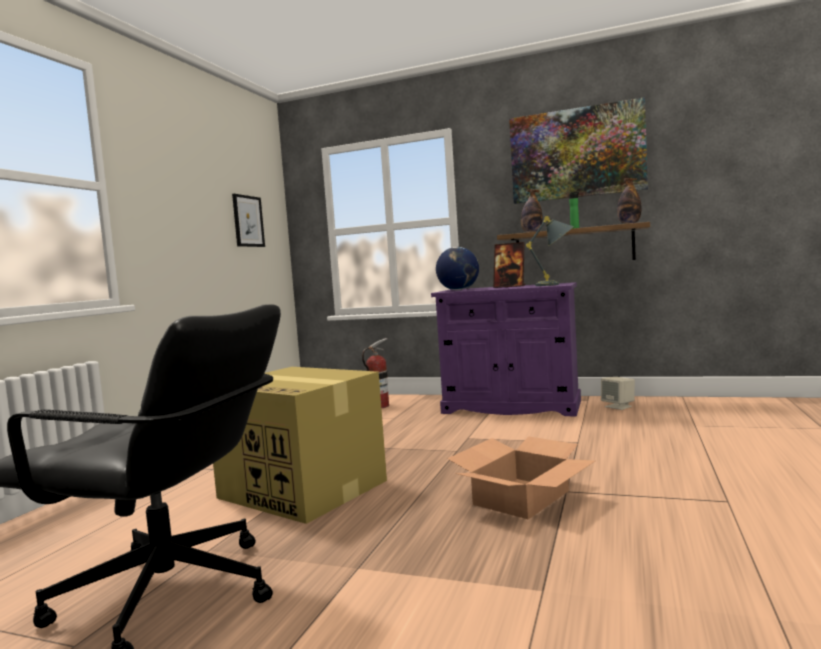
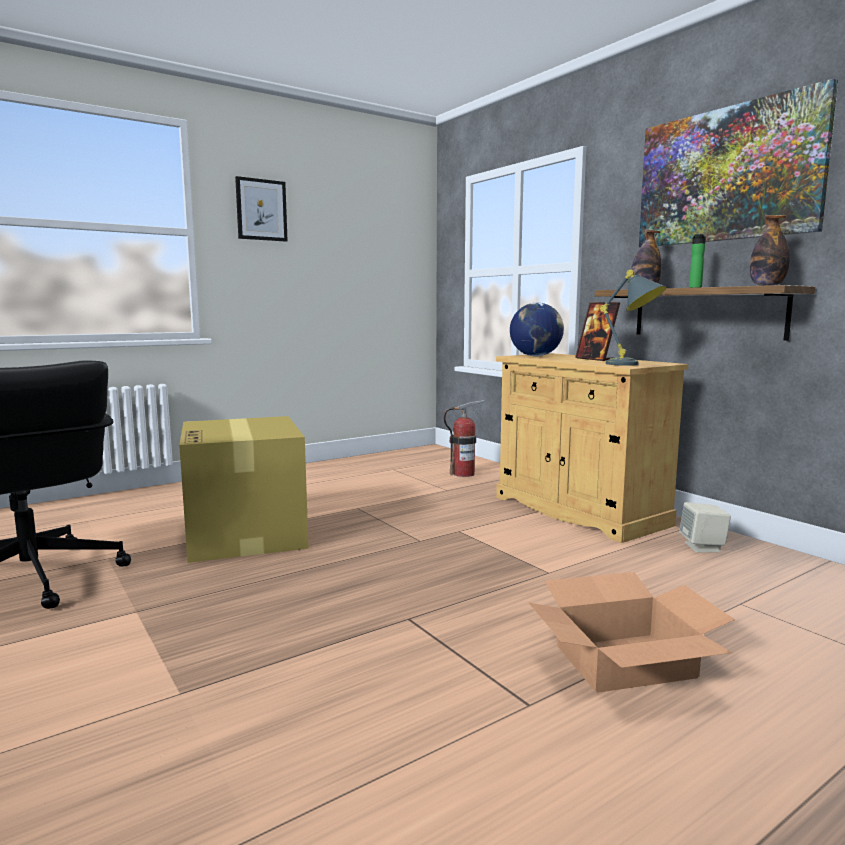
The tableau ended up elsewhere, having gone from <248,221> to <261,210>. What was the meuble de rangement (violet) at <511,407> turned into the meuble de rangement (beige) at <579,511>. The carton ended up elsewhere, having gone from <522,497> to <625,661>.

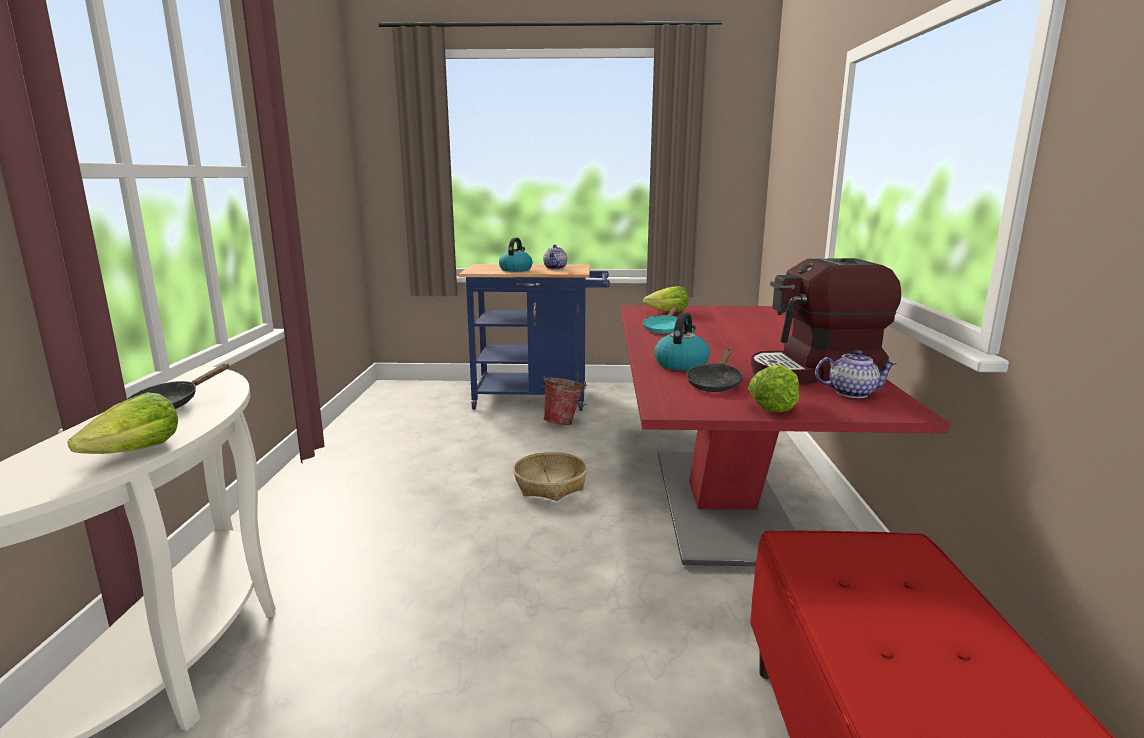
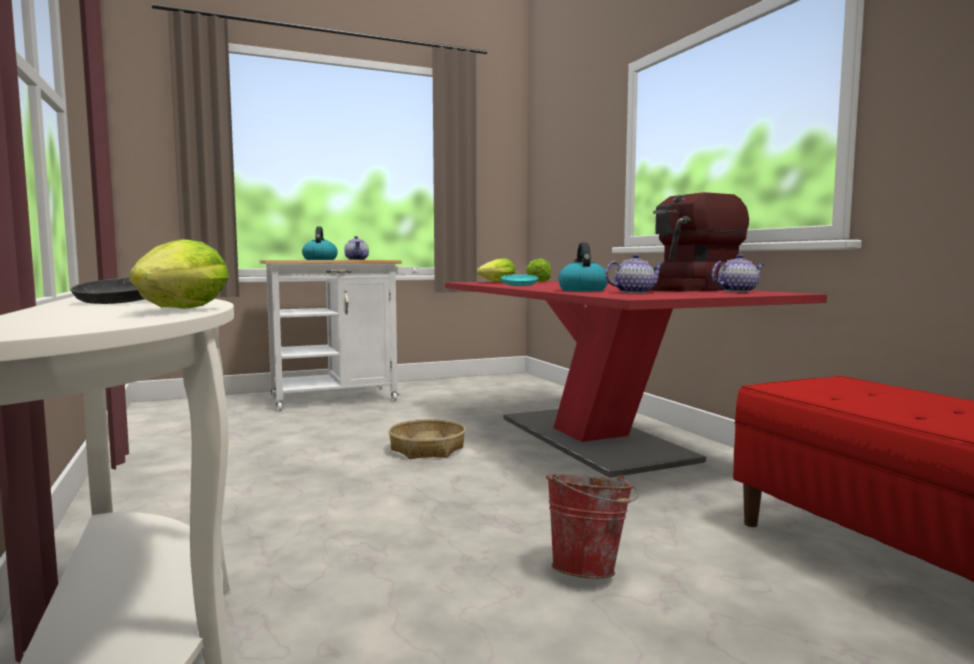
What was the chariot (bleu) at <539,399> turned into the chariot (blanc) at <342,398>. The laitue ended up elsewhere, having gone from <774,405> to <538,281>. The seau ended up elsewhere, having gone from <564,422> to <589,569>. Where the poêle (noir) stood at <714,383>, the théière came to stand at <634,292>.

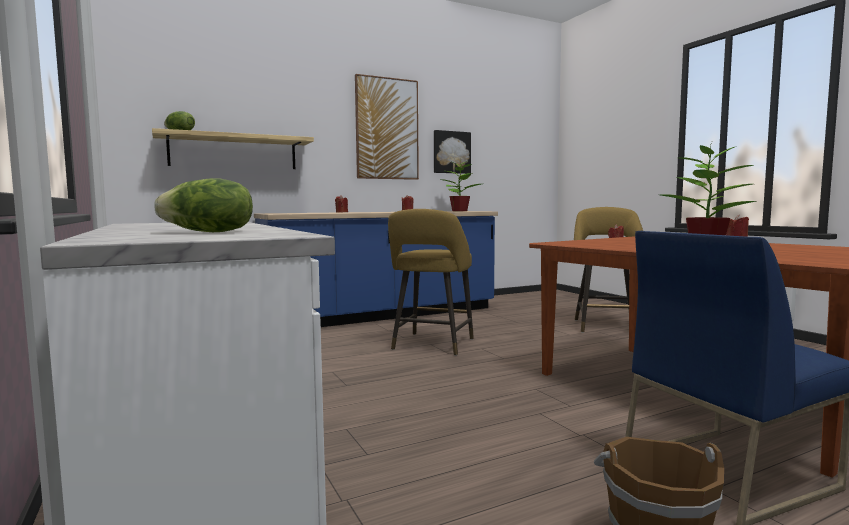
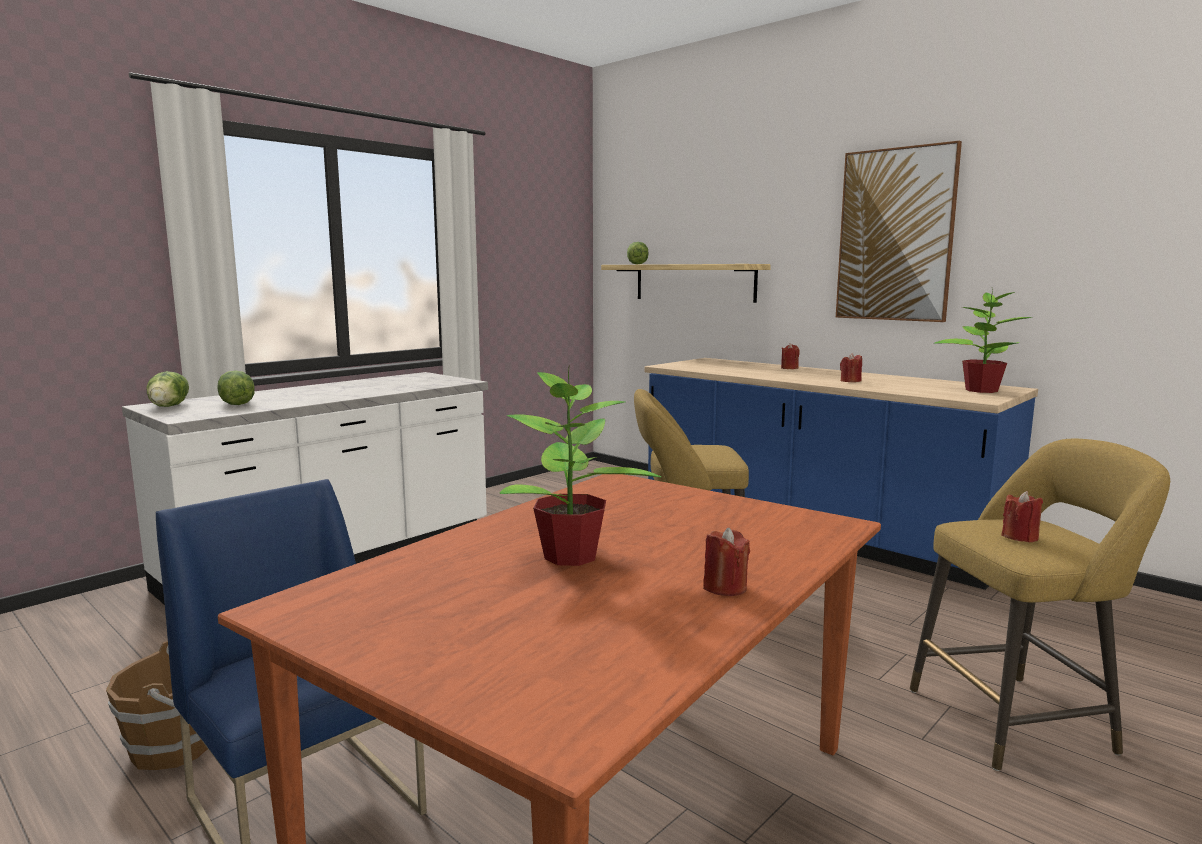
The second view gained the laitue at <169,406>. The second view lost the tableau at <451,152>.

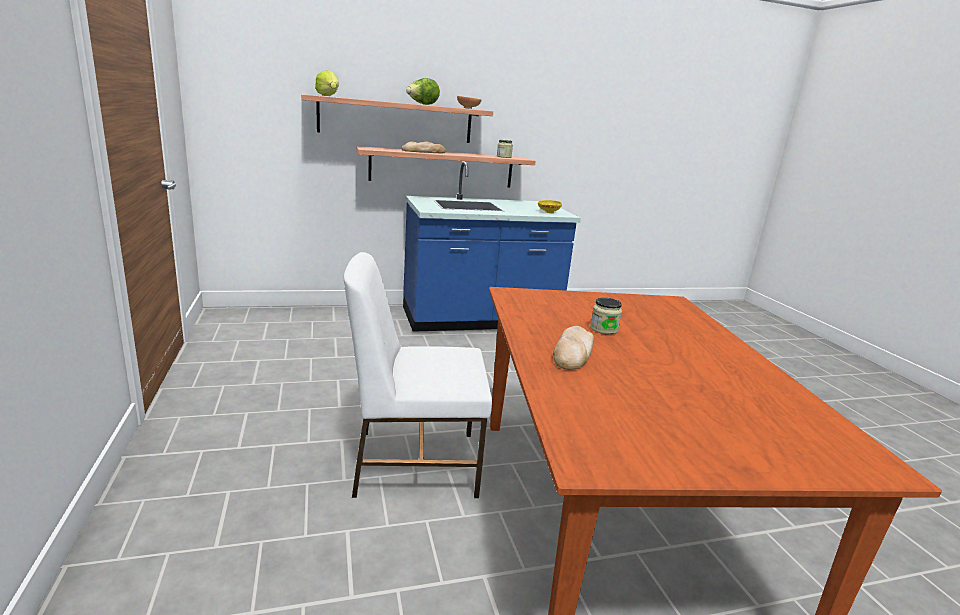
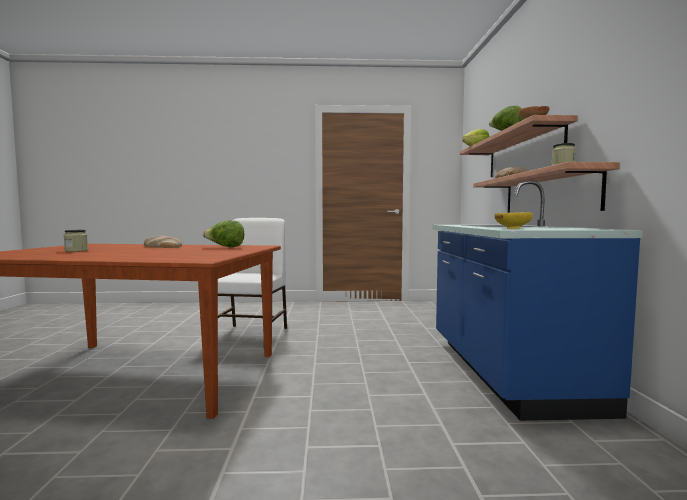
The bocal ended up elsewhere, having gone from <604,329> to <76,250>. The second view gained the laitue at <225,247>.

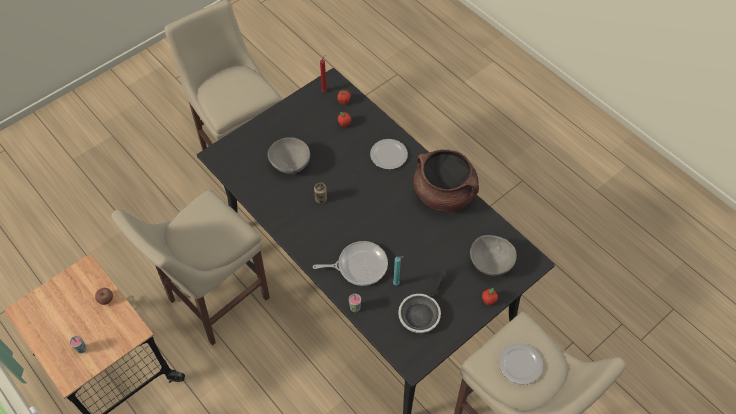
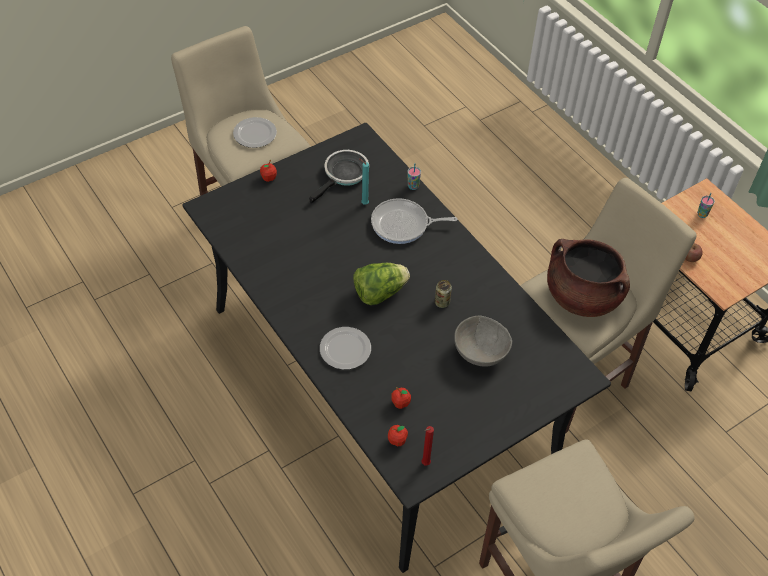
The second view gained the laitue at <379,293>. The marmite (marron) ended up elsewhere, having gone from <444,193> to <582,297>. The second view lost the bol (gris) at <490,263>.

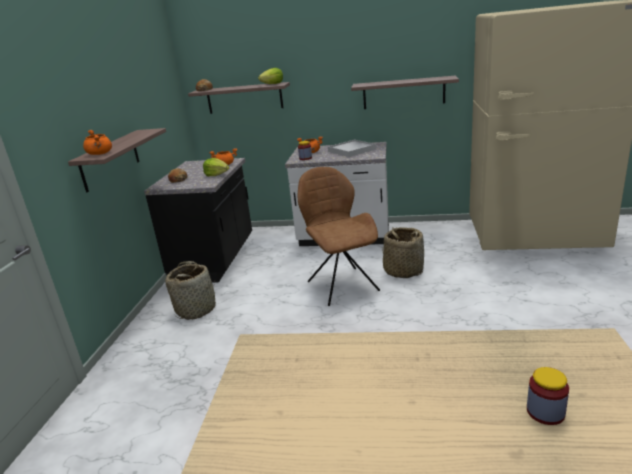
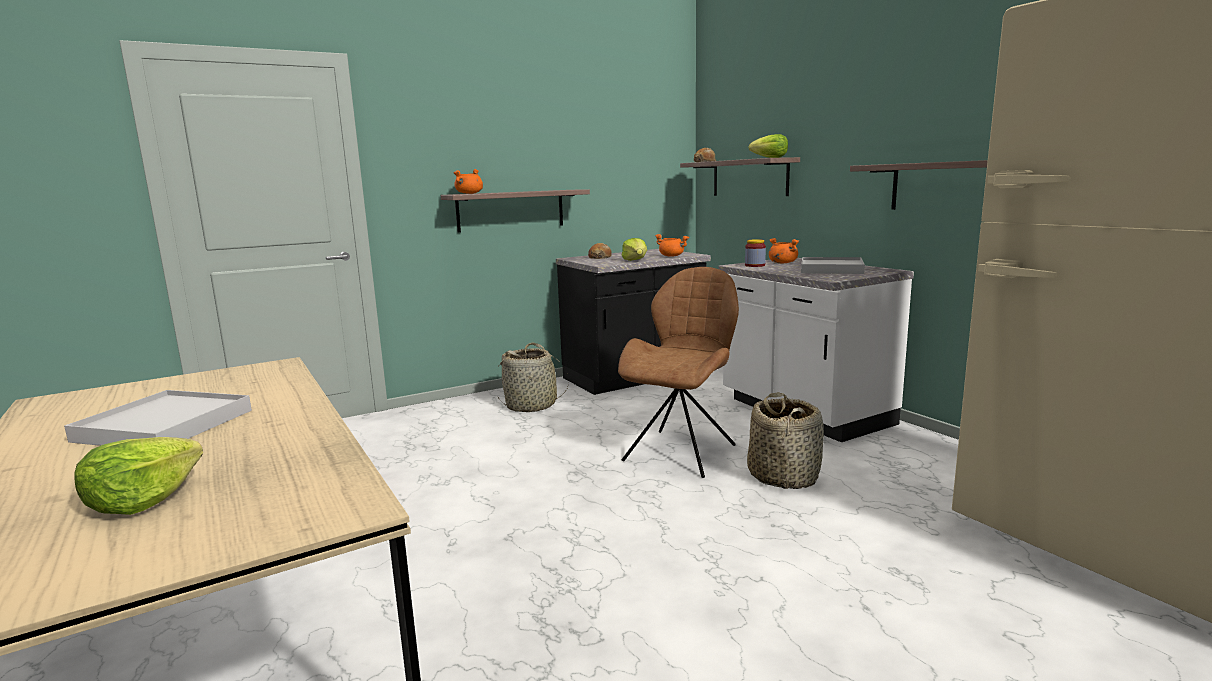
The second view gained the plateau (blanc) at <165,426>. Where the bocal stood at <545,412>, the laitue came to stand at <143,500>.

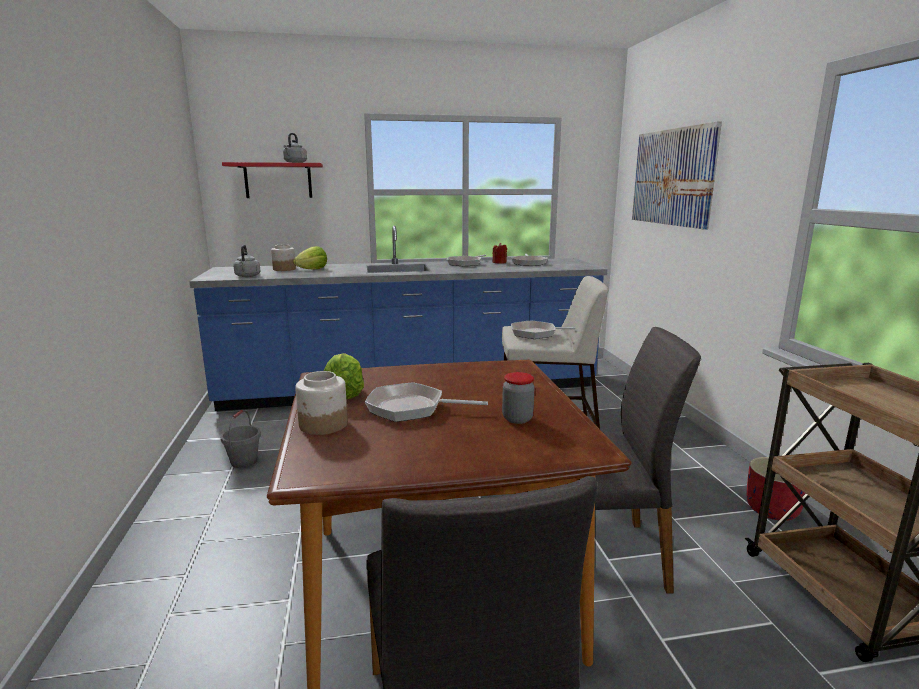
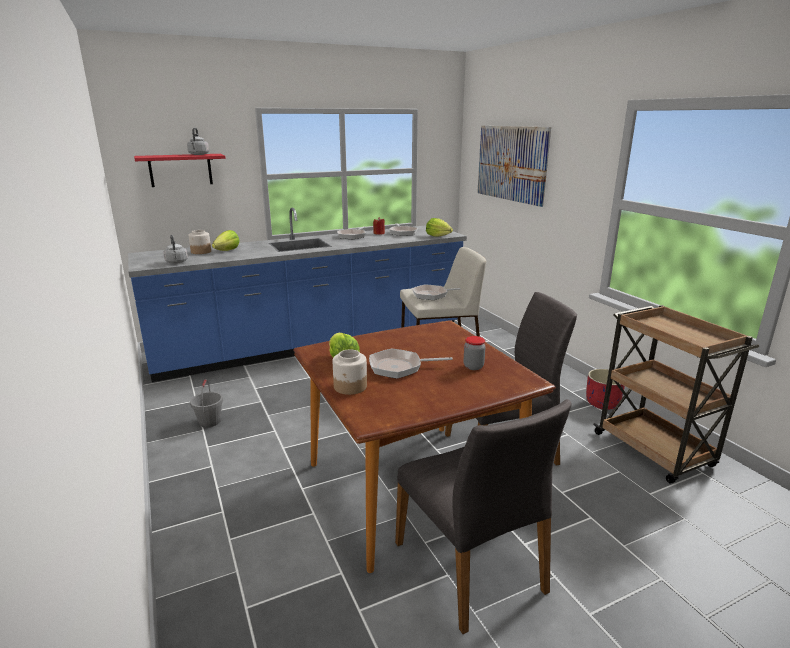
The second view gained the laitue at <438,236>.

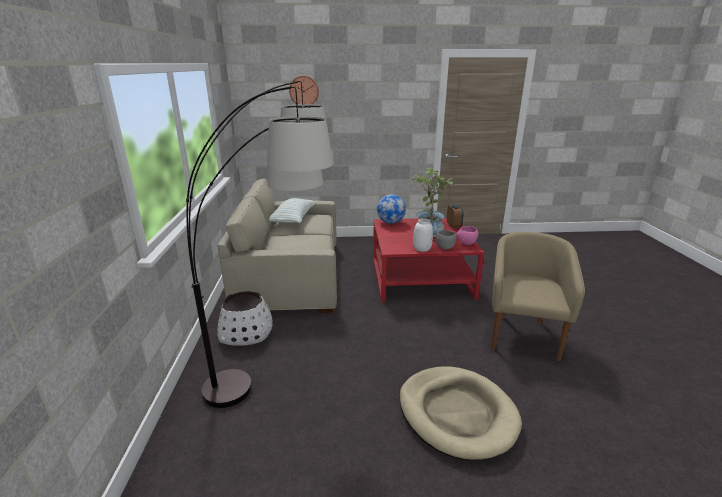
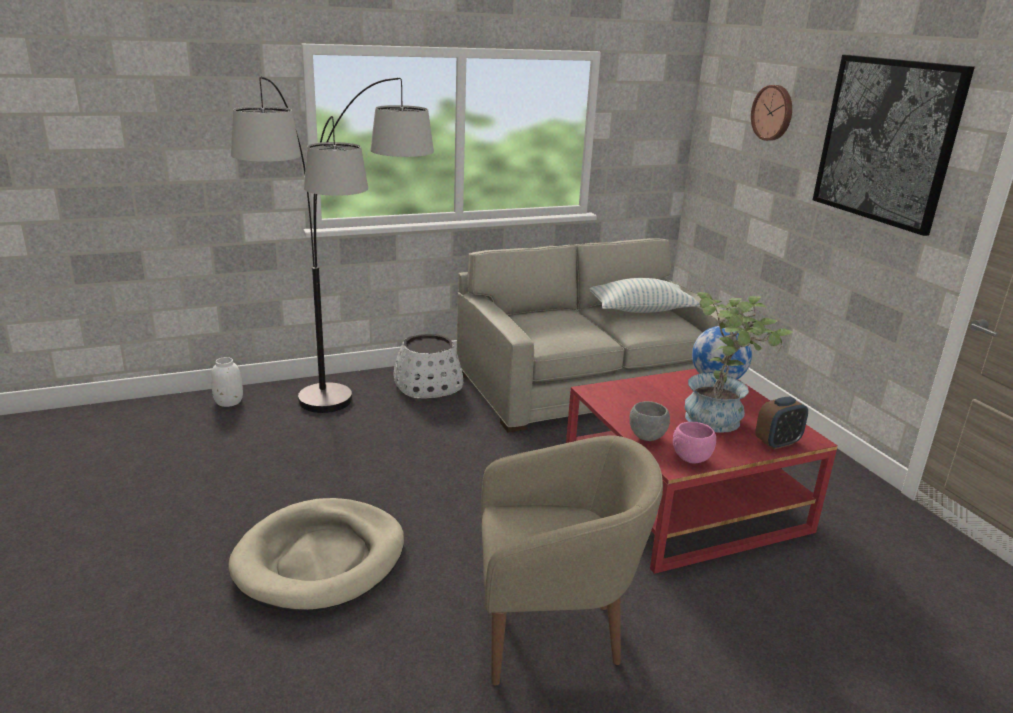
The vase (blanc) ended up elsewhere, having gone from <421,248> to <229,401>. The second view gained the tableau at <886,141>.

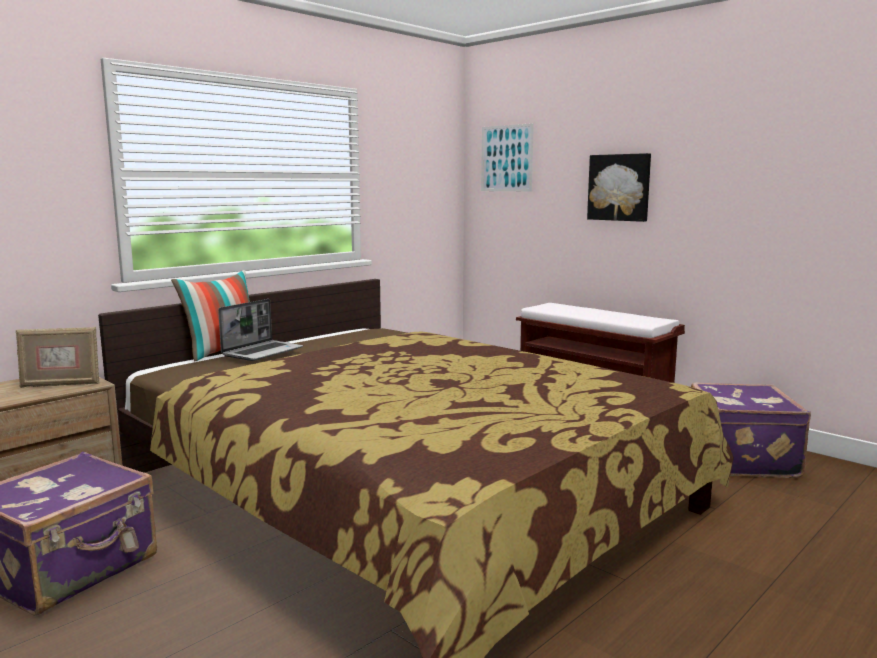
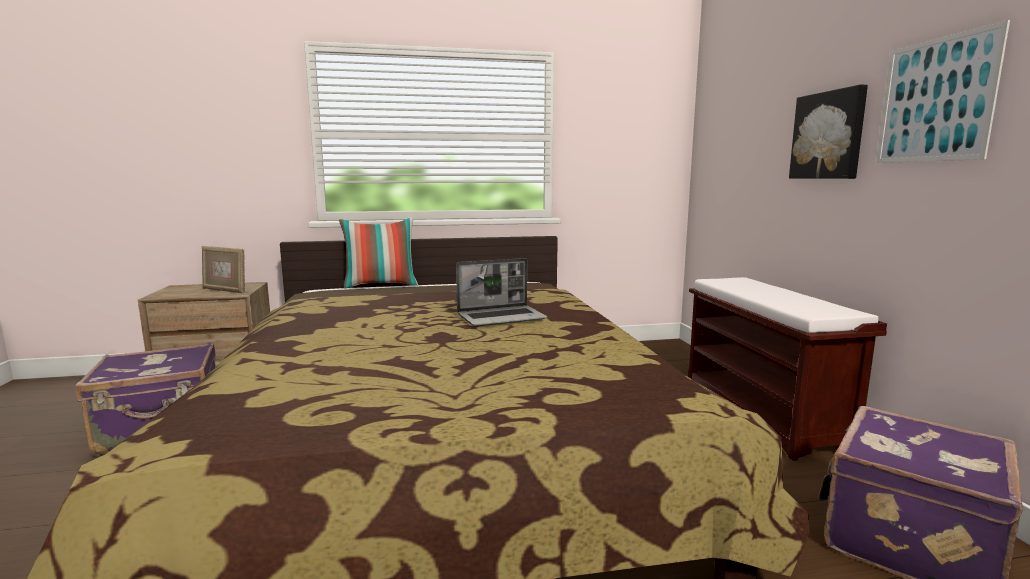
The ordinateur portable ended up elsewhere, having gone from <263,352> to <502,317>. The tableau ended up elsewhere, having gone from <506,158> to <935,100>.

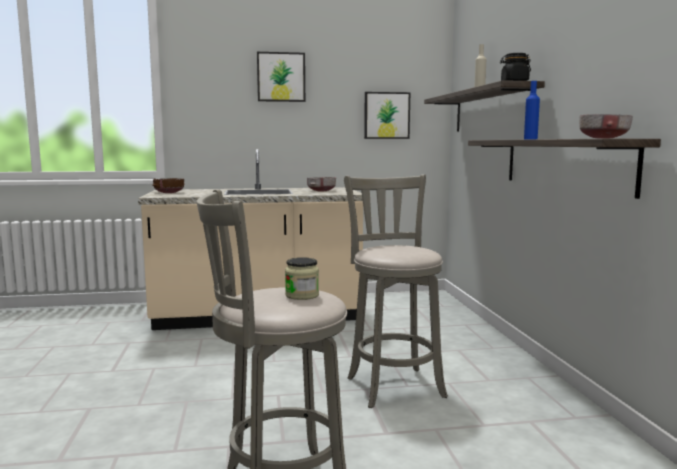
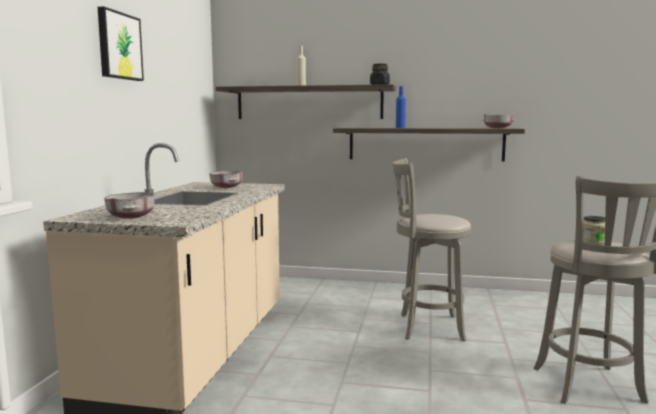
What was the bol (marron) at <169,192> turned into the bol (gris) at <131,217>. The second view lost the tableau at <386,115>.

